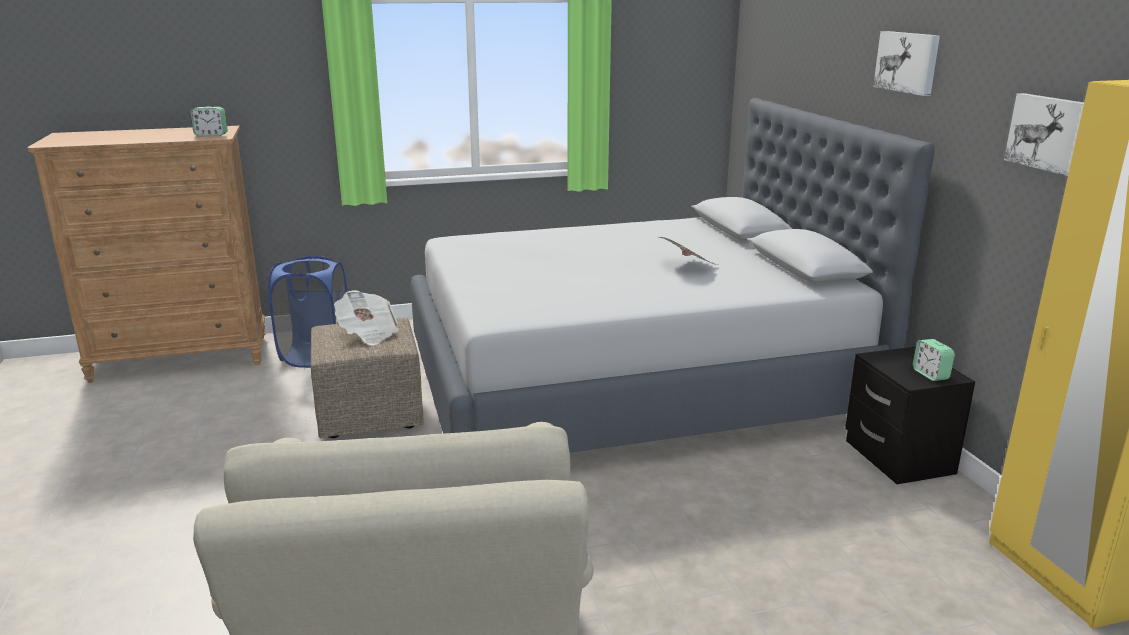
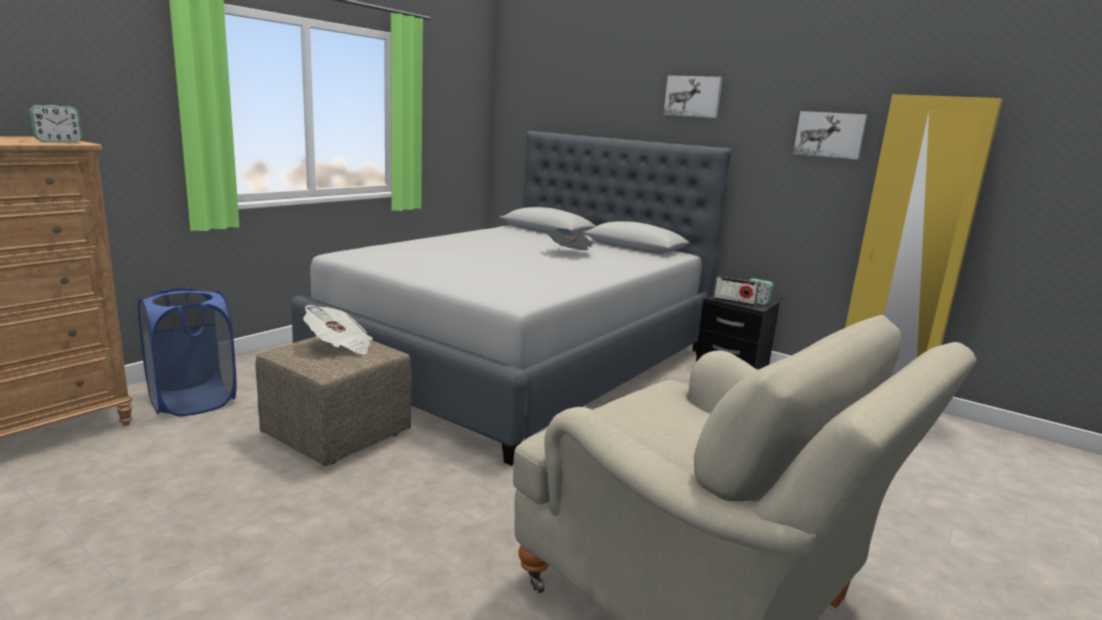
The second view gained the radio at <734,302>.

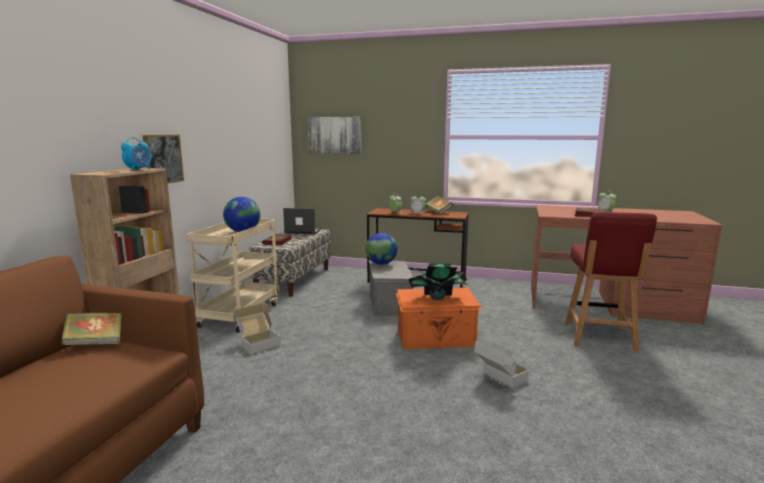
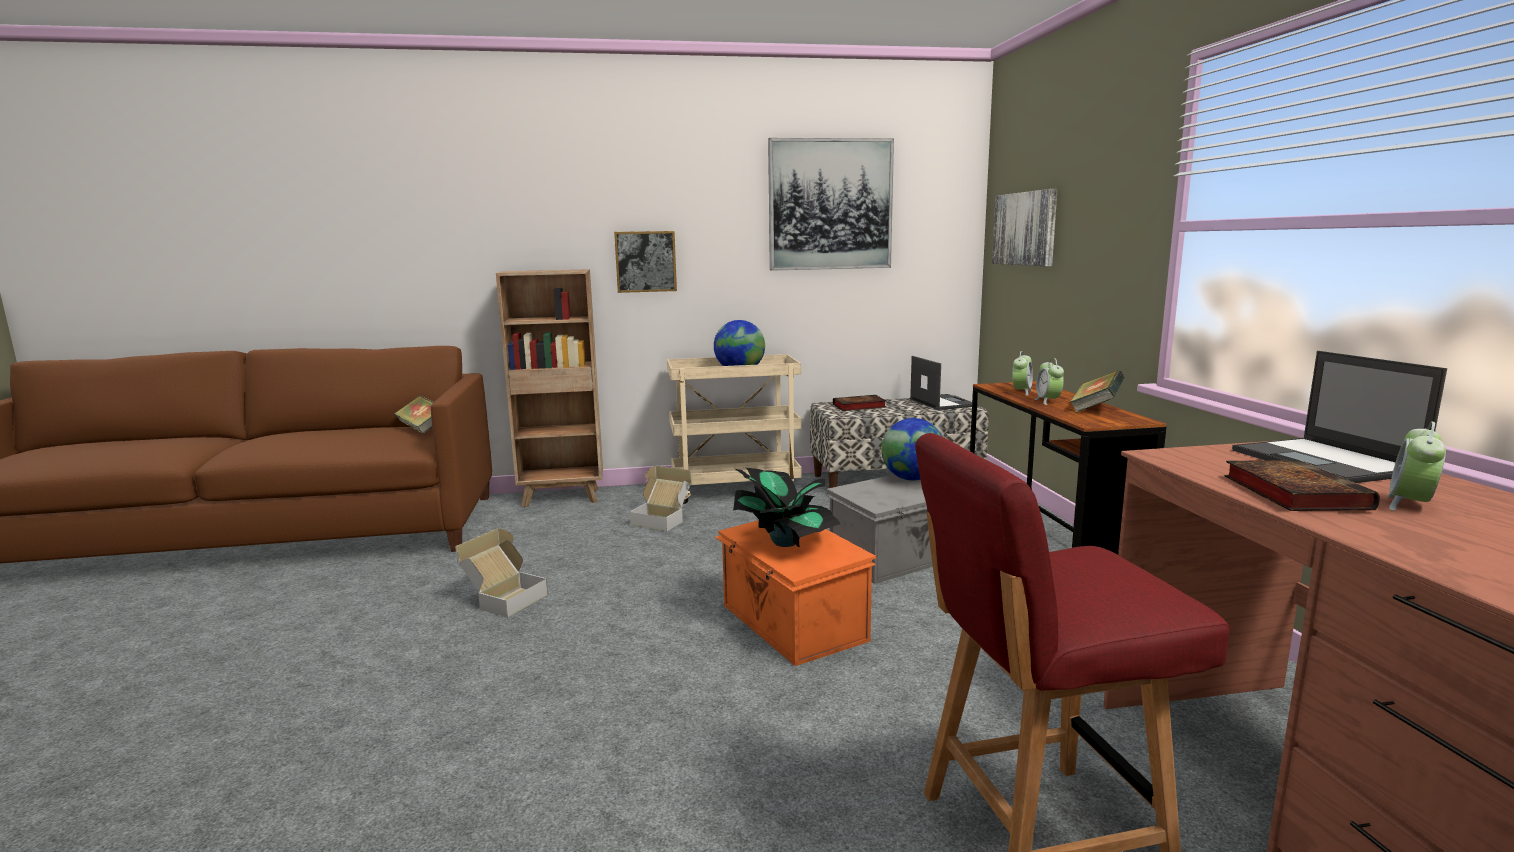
The carton ended up elsewhere, having gone from <499,379> to <503,599>. The second view gained the tableau at <830,205>. The second view gained the ordinateur portable at <1326,462>. The second view lost the réveil at <139,170>.

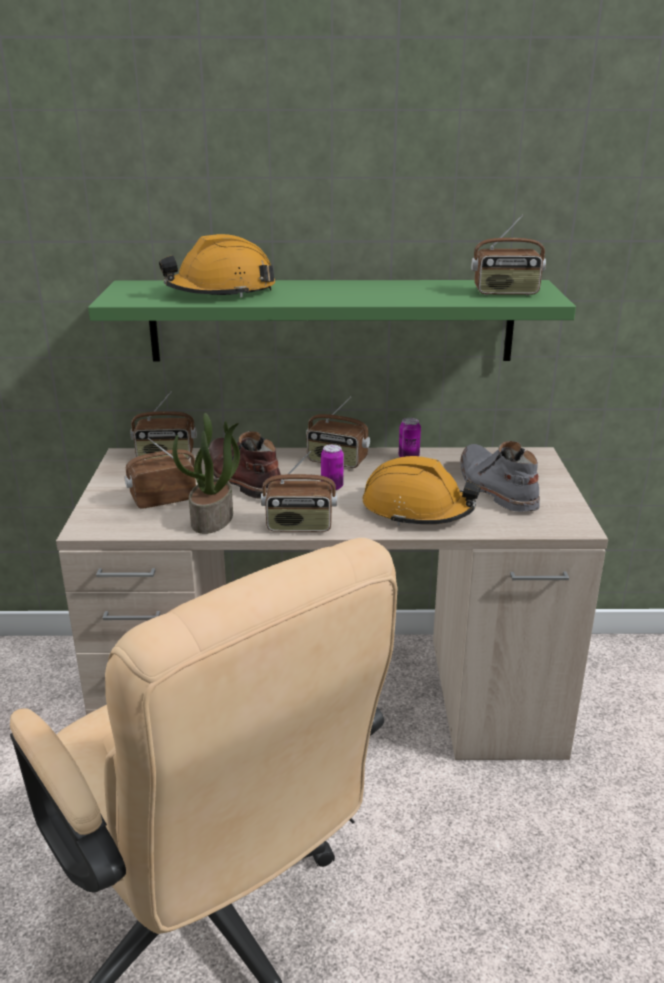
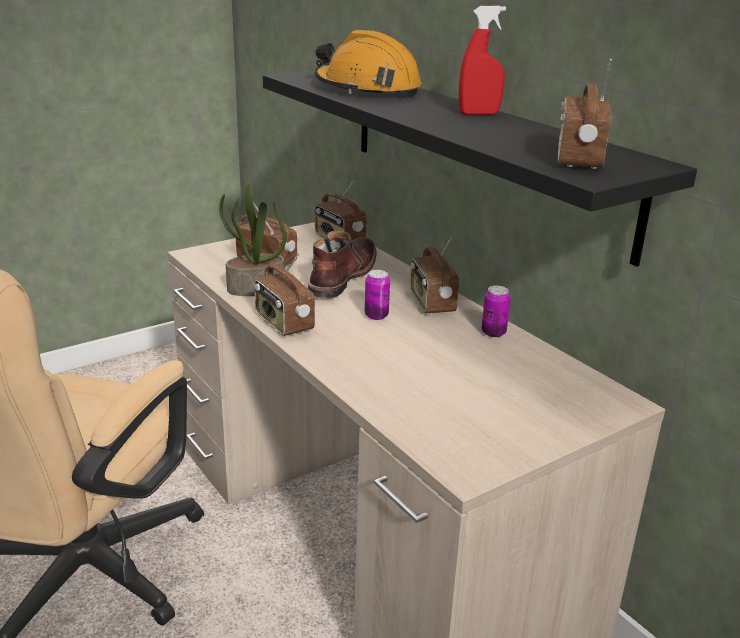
What was the étagère (vert) at <331,321> turned into the étagère (noir) at <480,153>. The second view gained the vaporisateur (rouge) at <478,114>. The radio at <506,293> ended up facing another way, 45 degrees clockwise from before. The second view lost the casque de chantier (orange) at <417,510>. The second view lost the botte (gris) at <495,487>.

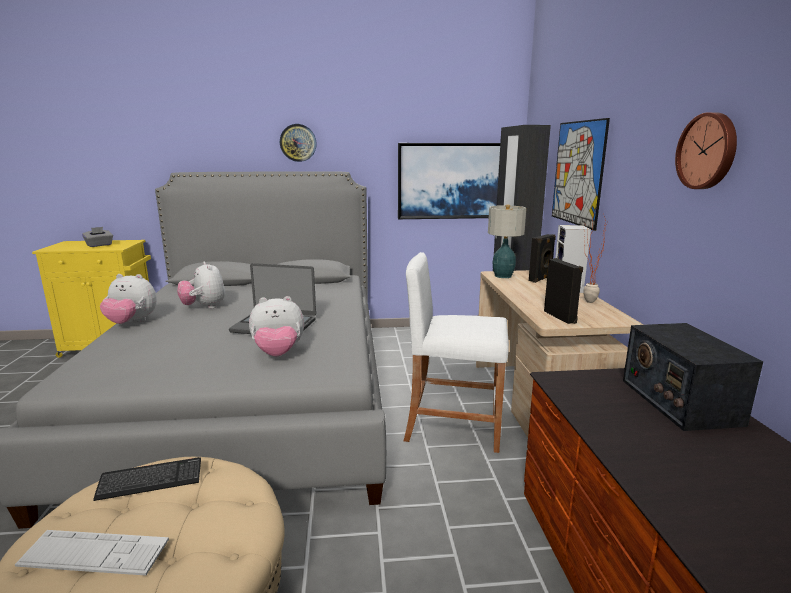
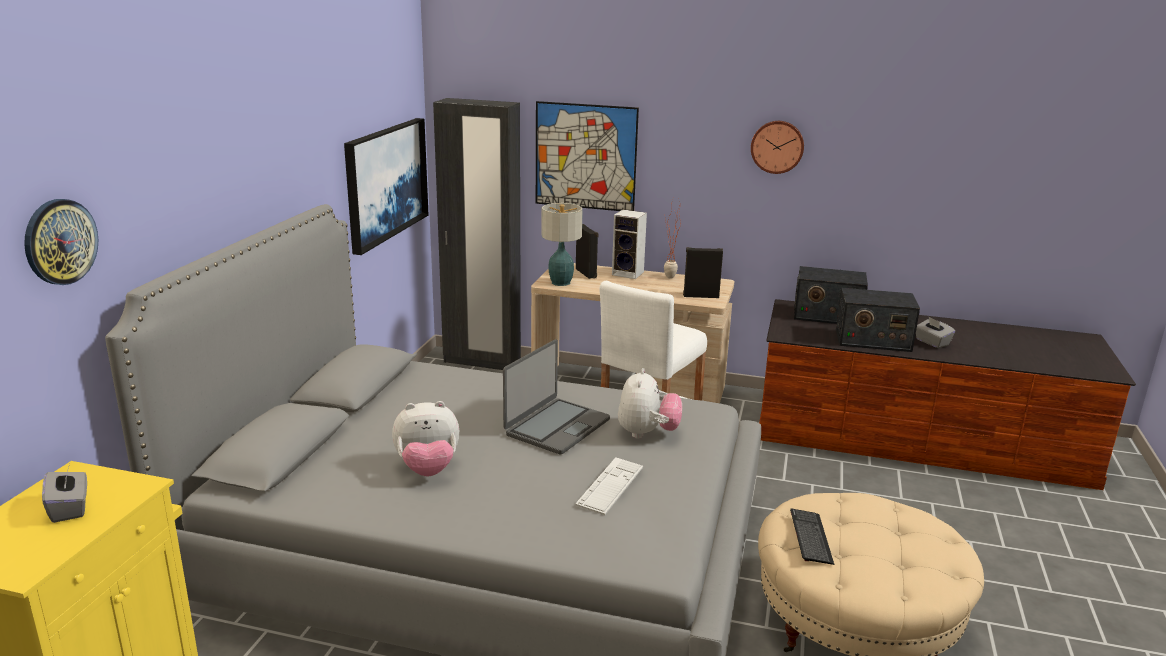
The horloge murale ended up elsewhere, having gone from <298,143> to <60,241>. The clavier ended up elsewhere, having gone from <94,553> to <610,486>. The second view gained the radio at <872,340>. The second view gained the boîte à mouchoirs (gris) at <932,342>. The second view lost the peluche at <132,323>.

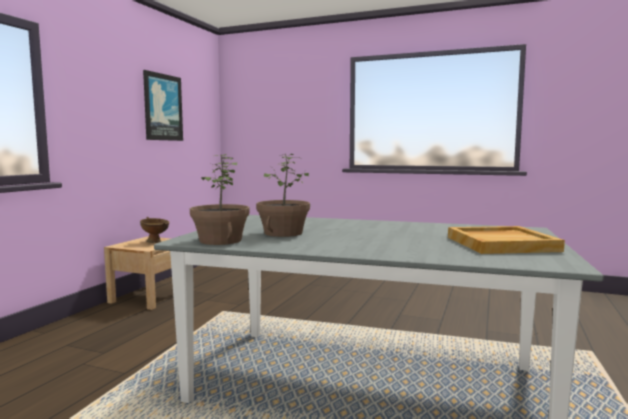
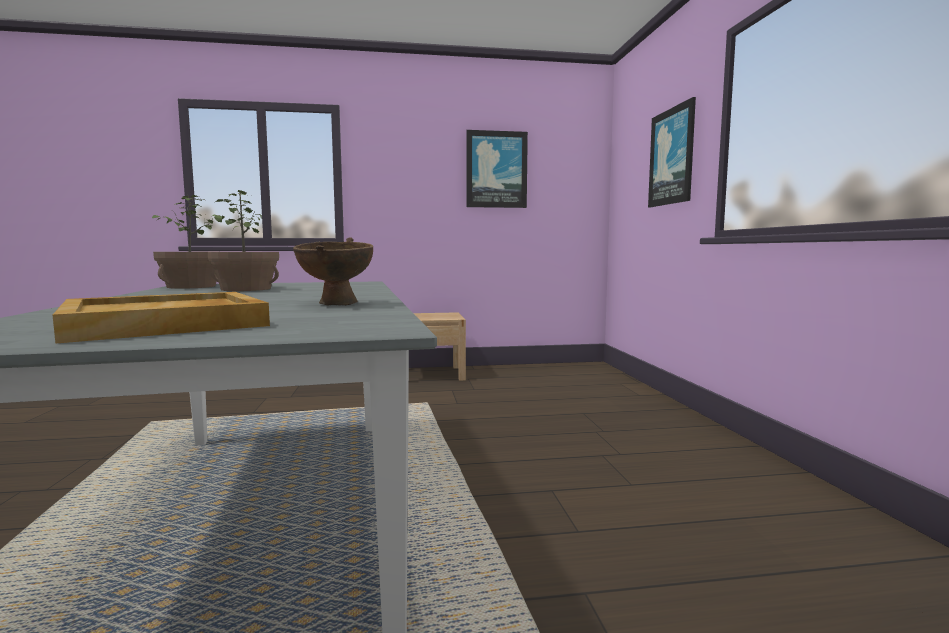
The bol (marron) ended up elsewhere, having gone from <156,242> to <335,304>. The second view gained the tableau at <672,157>.

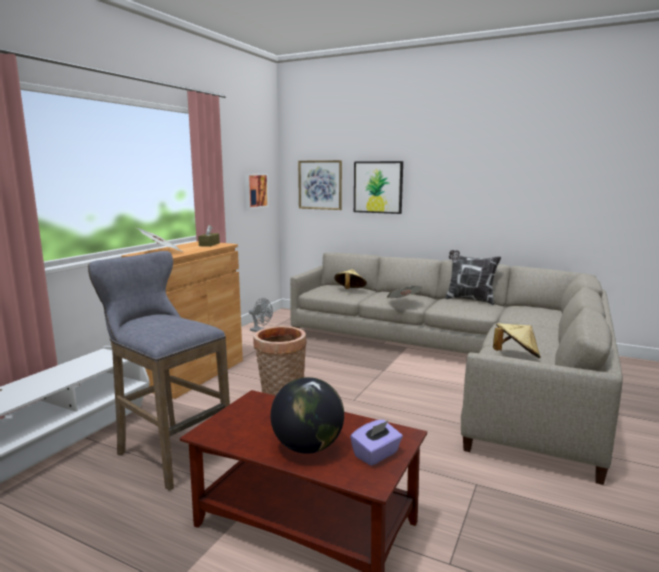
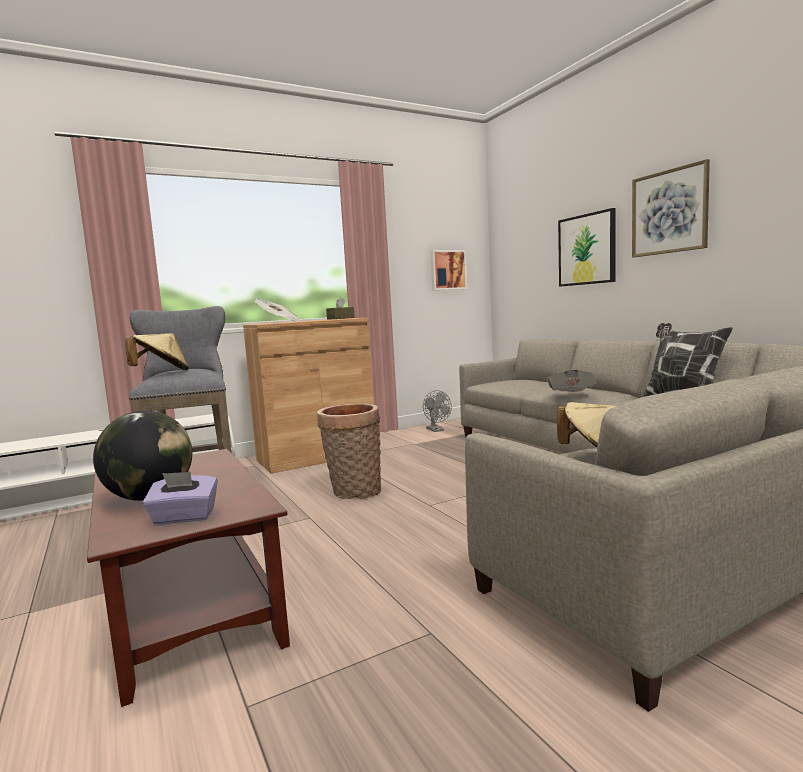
The chapeau (beige) ended up elsewhere, having gone from <349,290> to <161,372>. The tableau ended up elsewhere, having gone from <320,185> to <669,212>.

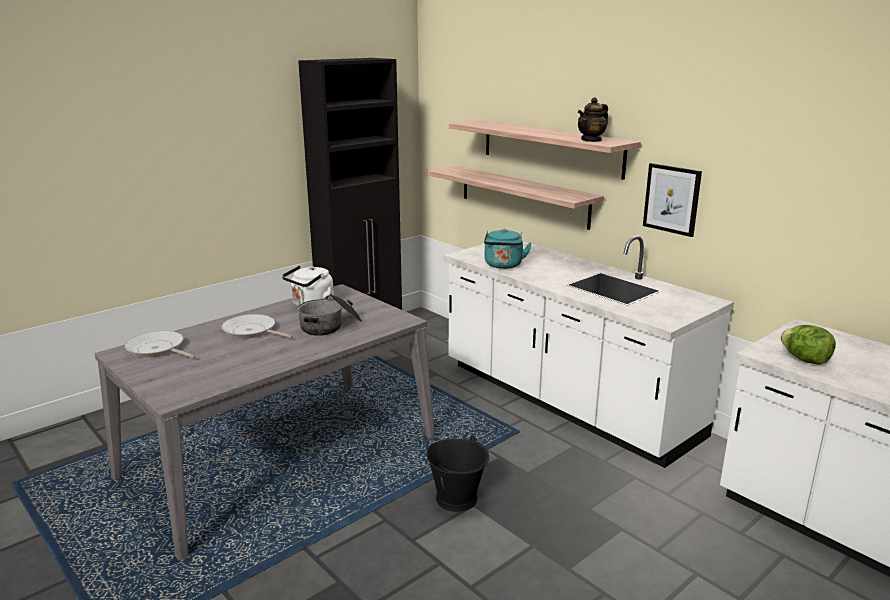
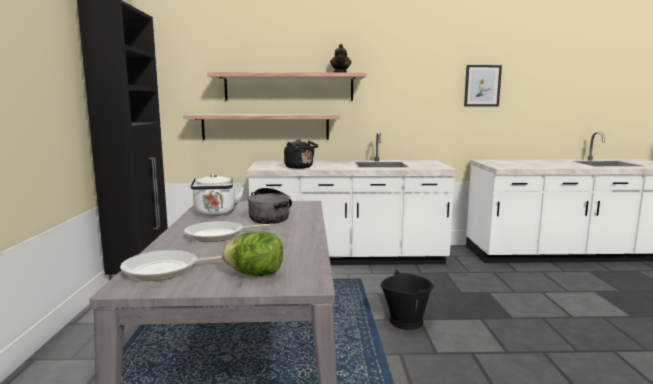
The laitue ended up elsewhere, having gone from <805,360> to <255,274>. What was the bouilloire (turquoise) at <503,265> turned into the bouilloire (noir) at <300,167>. The tableau ended up elsewhere, having gone from <672,199> to <482,86>.

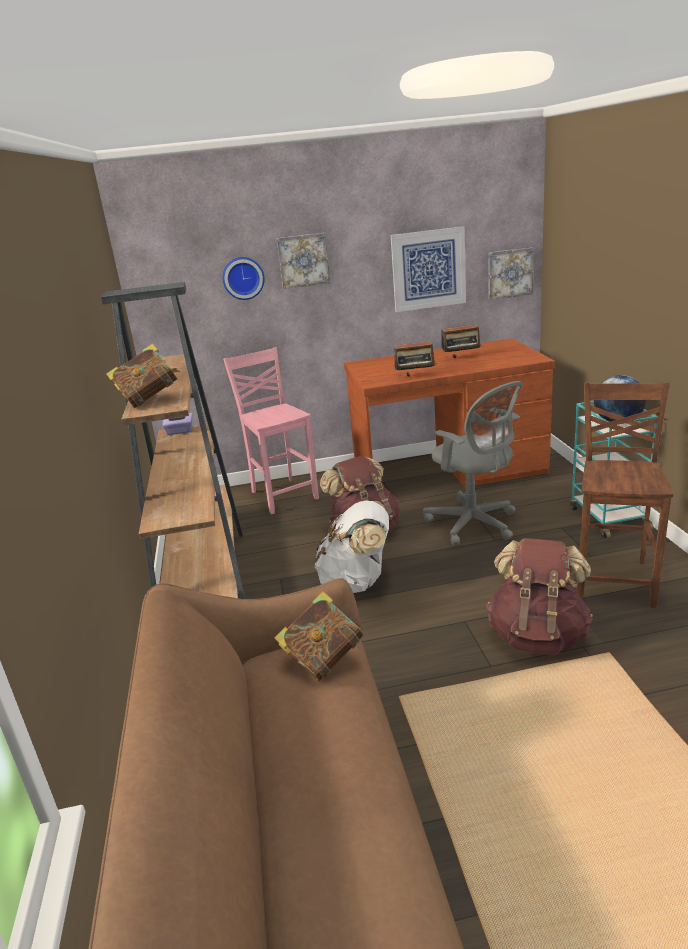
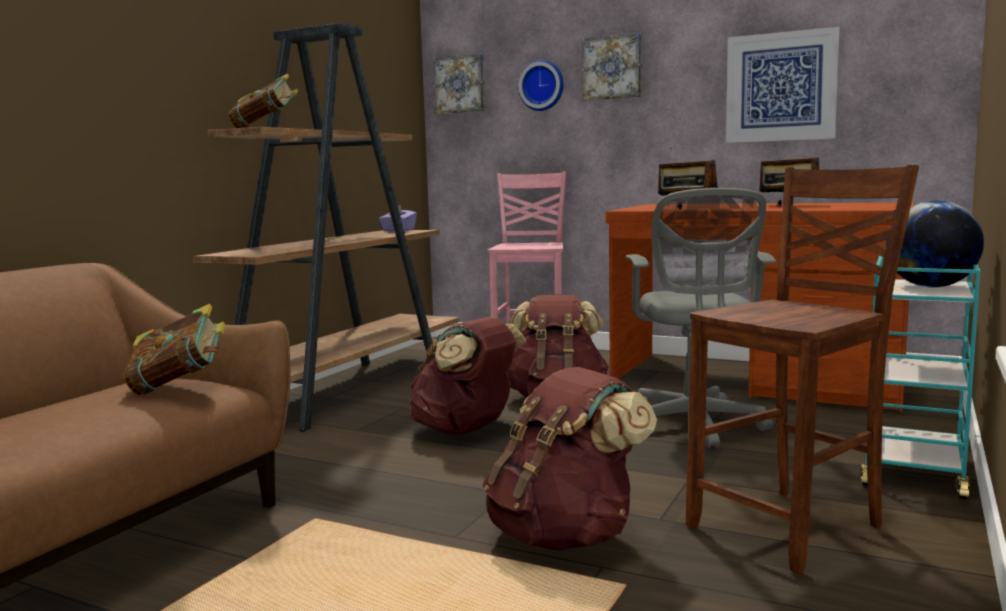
What was the sac à dos (blanc) at <357,582> turned into the sac à dos (marron) at <465,430>. The tableau ended up elsewhere, having gone from <509,273> to <460,84>.

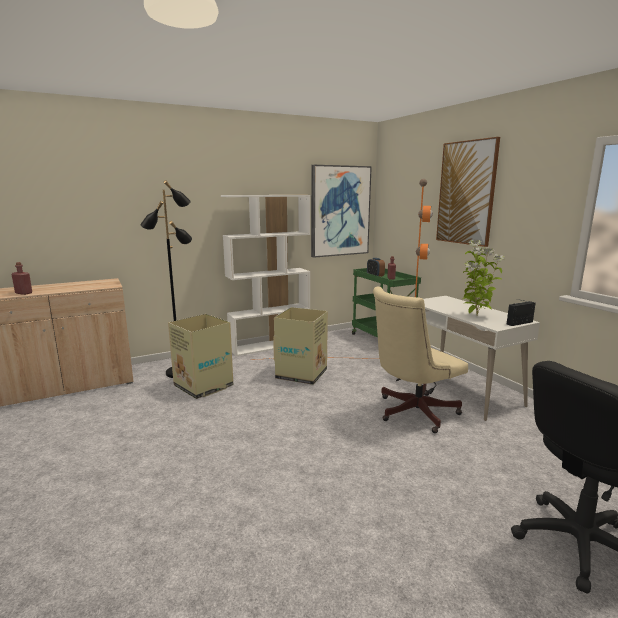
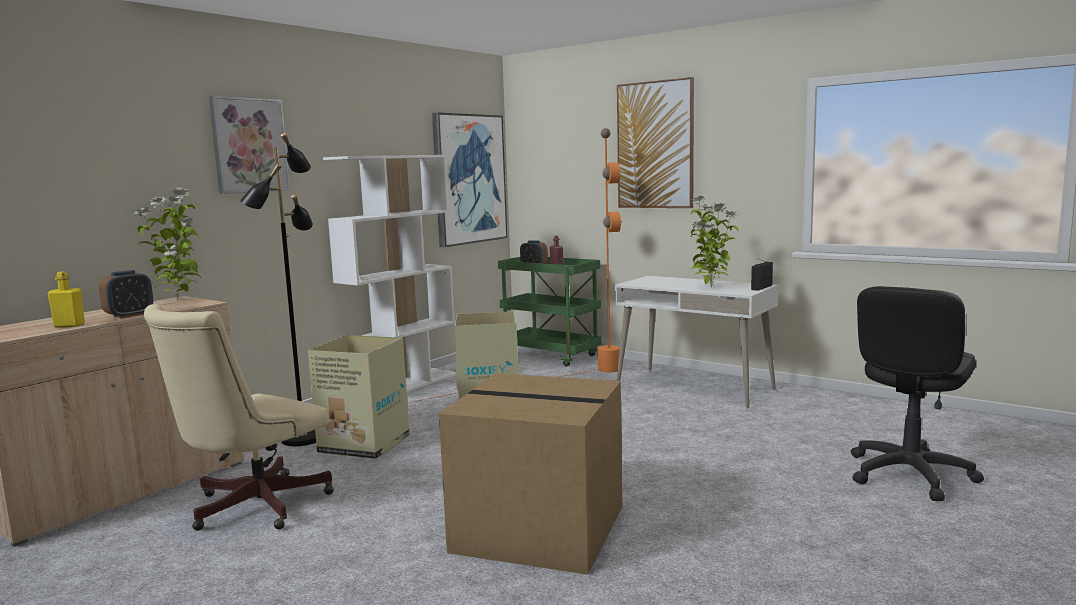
What was the bouteille (rouge) at <24,293> turned into the bouteille (jaune) at <69,325>. The second view gained the réveil at <129,315>. The second view gained the plante en pot at <178,300>. The chaise de bureau (beige) ended up elsewhere, having gone from <412,412> to <251,507>. The second view gained the tableau at <249,145>. The second view gained the carton at <542,528>.

